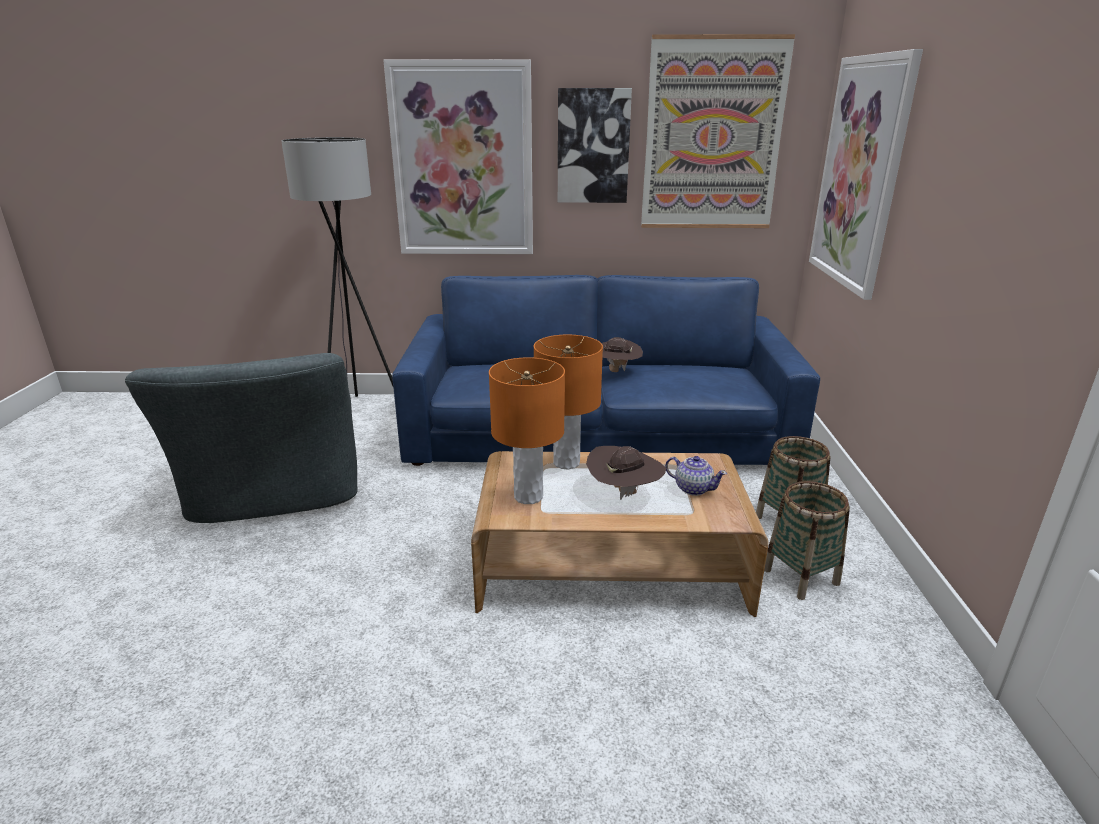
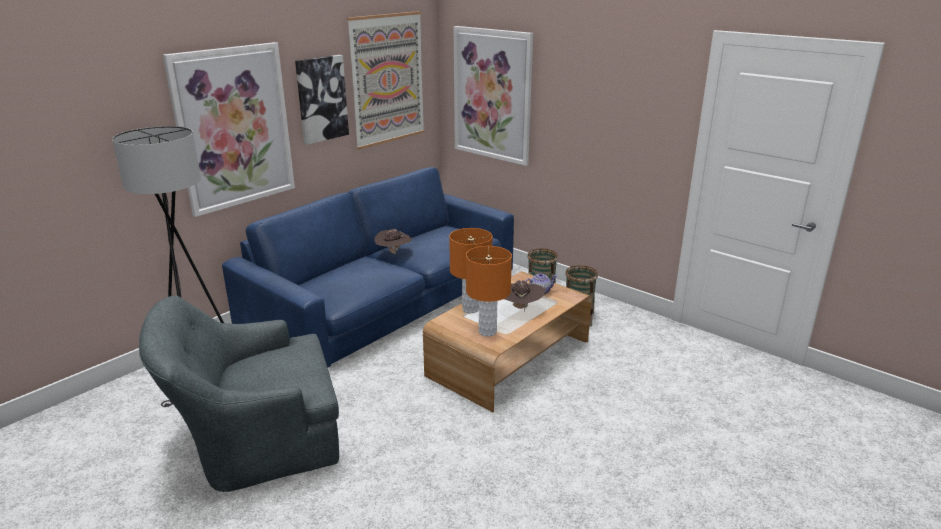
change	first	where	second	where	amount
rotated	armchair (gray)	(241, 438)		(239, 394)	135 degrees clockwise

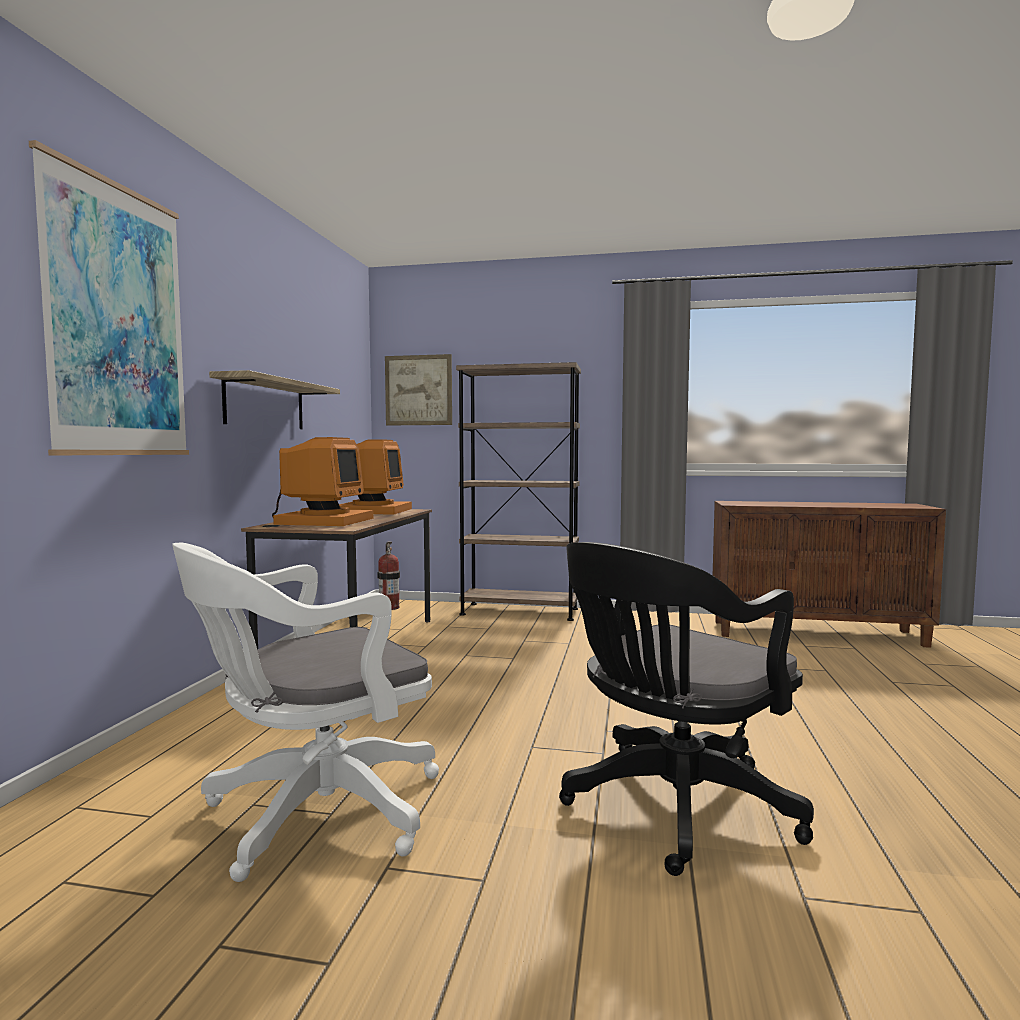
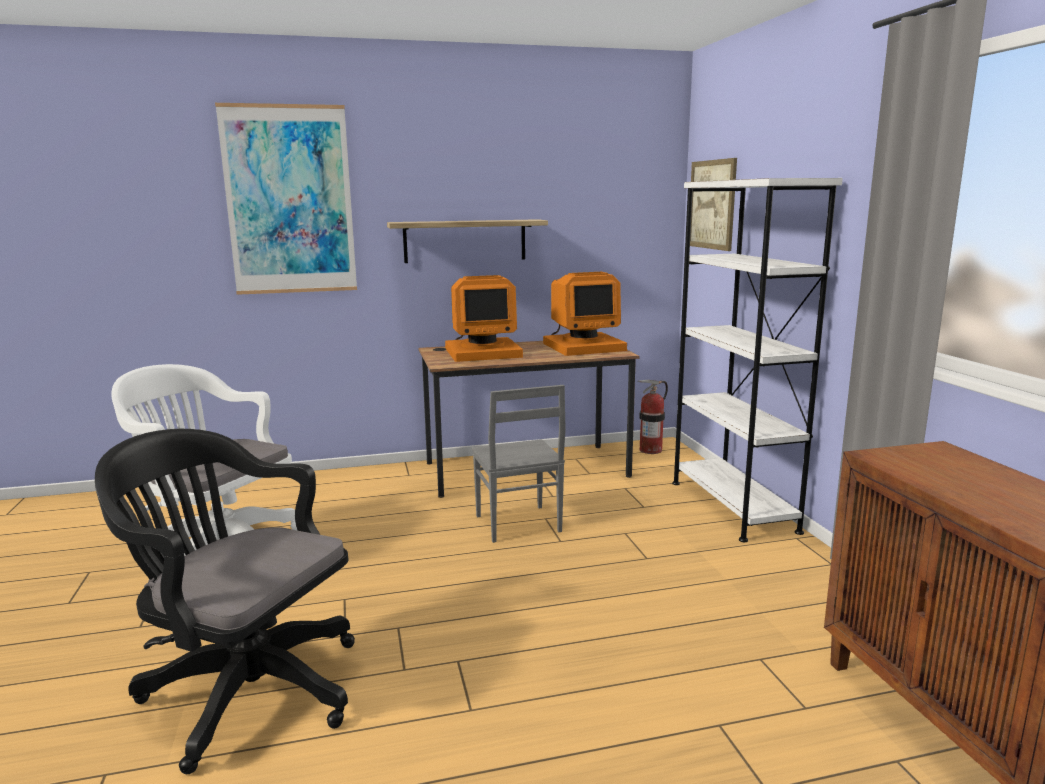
change	first	where	second	where	amount
new			upright chair (gray)	(519, 464)	
repainted	bookshelf (brown)	(518, 491)	bookshelf (white)	(757, 360)	

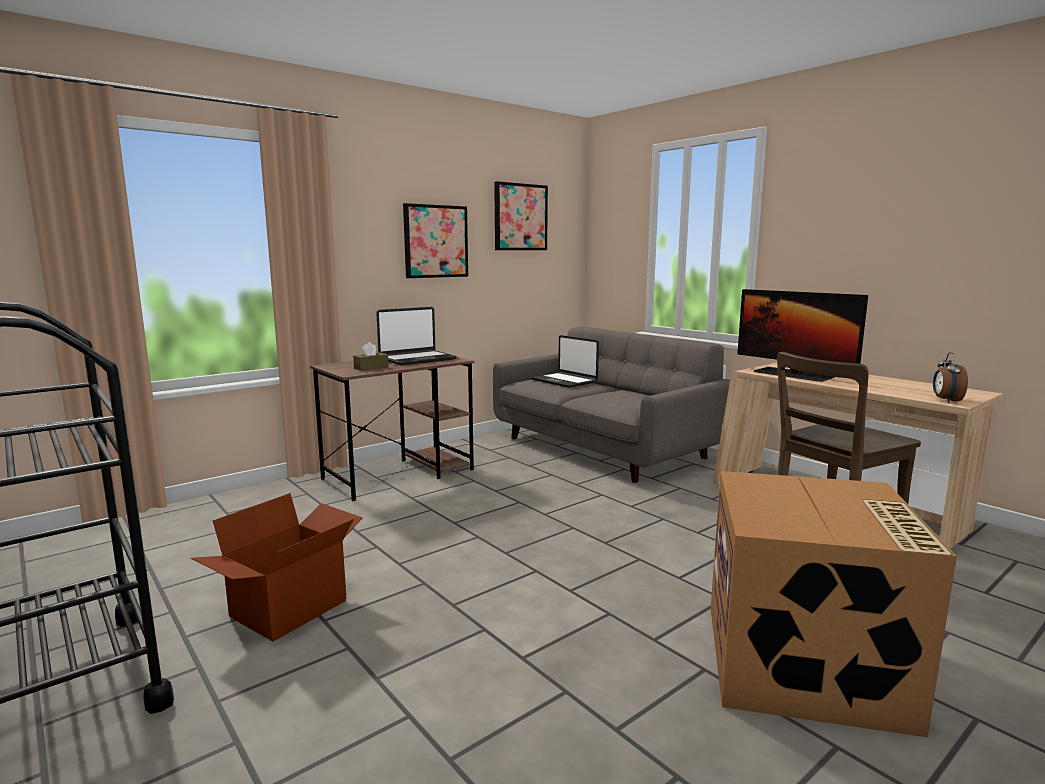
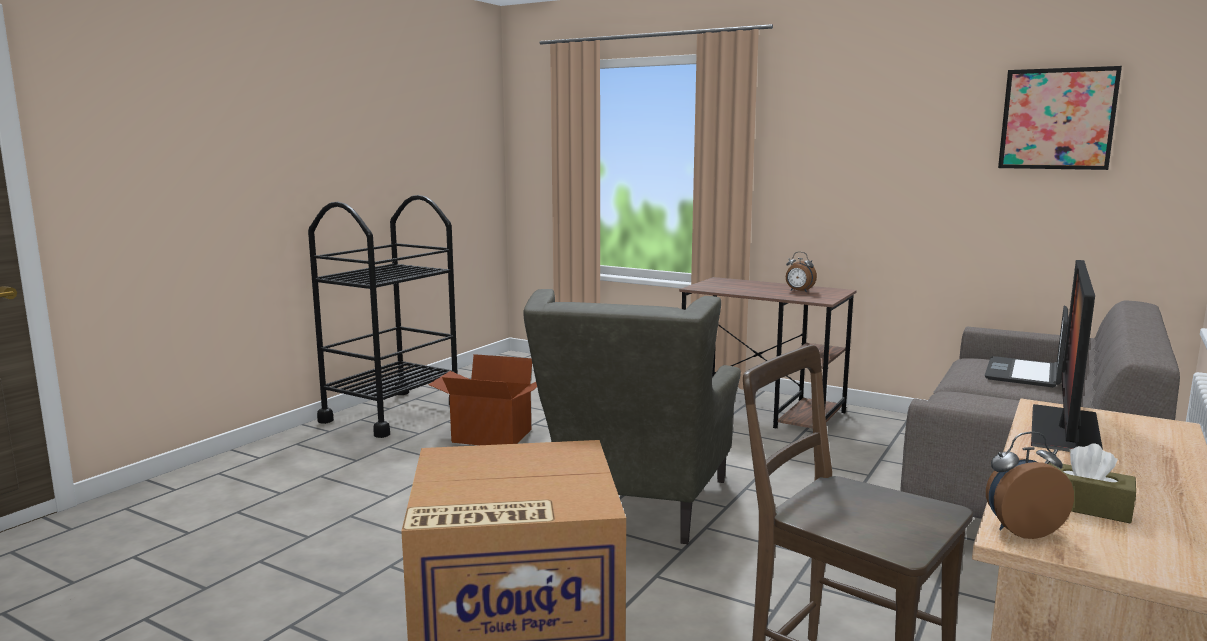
change	first	where	second	where	amount
gone	wall art	(435, 240)			
new			armchair (gray)	(632, 416)	
shifted	box of tissues (brown)	(371, 356)		(1092, 483)	
swapped	portable computer	(416, 336)	alarm clock	(801, 272)	

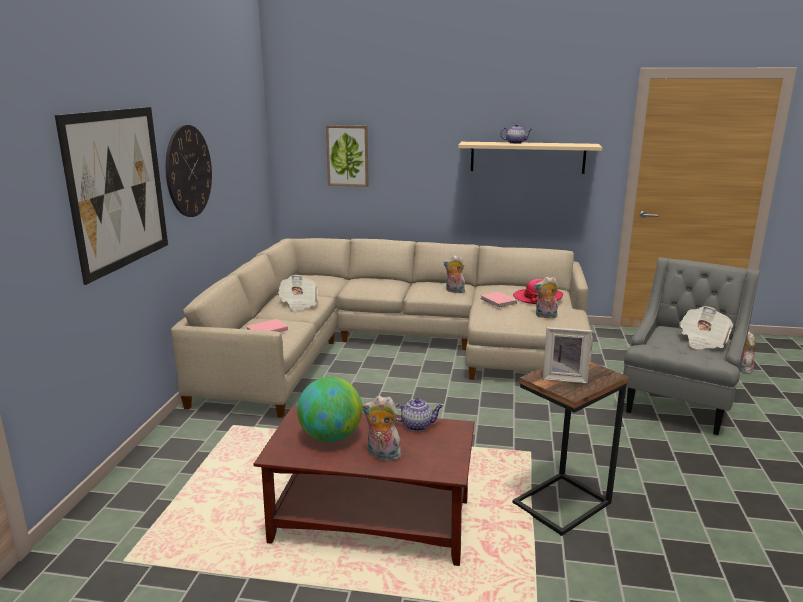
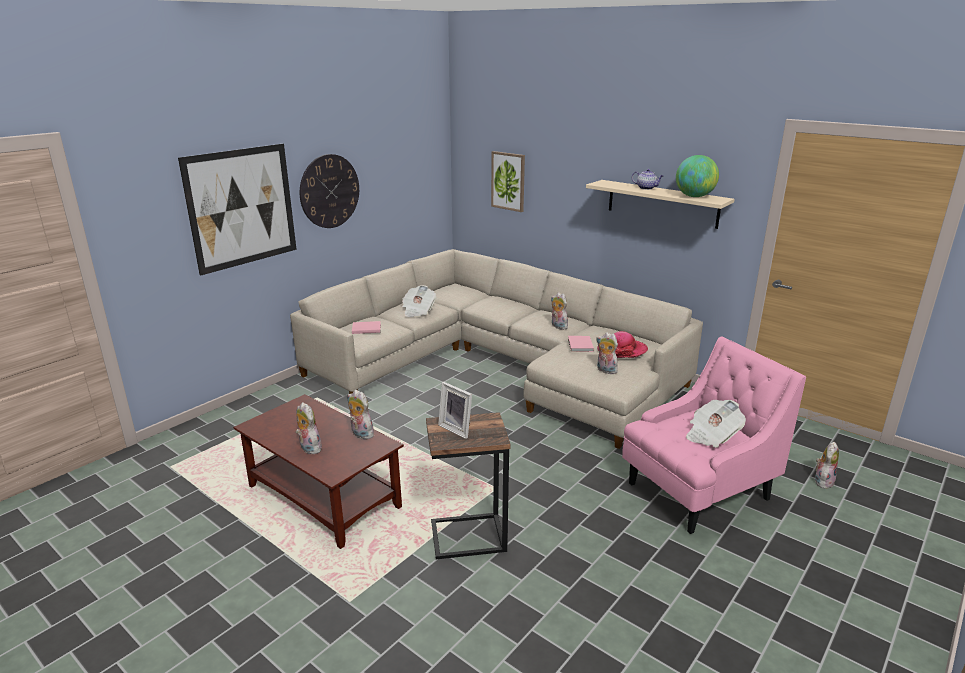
change	first	where	second	where	amount
shifted	desk globe	(329, 409)		(697, 176)	
swapped	teapot	(419, 414)	plush toy	(362, 415)	
repainted	armchair (gray)	(691, 346)	armchair (pink-coloured)	(714, 435)	

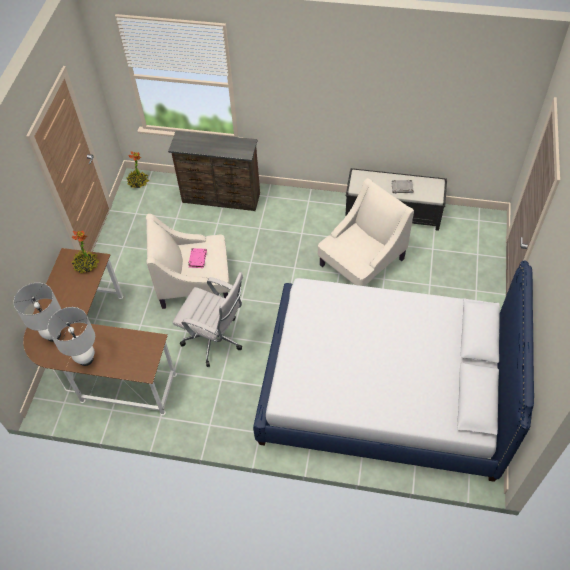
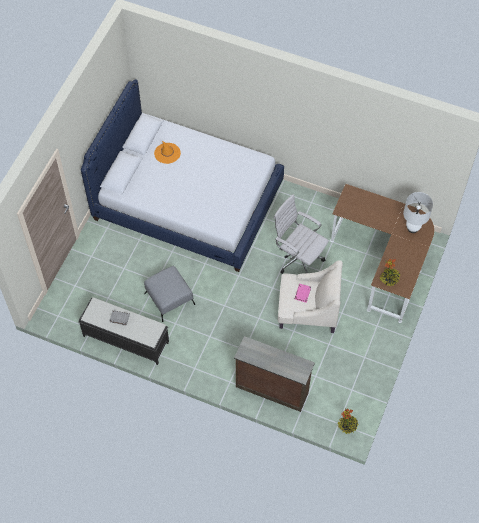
change	first	where	second	where	amount
gone	lamp for a table (white)	(71, 336)			
new			clothing hat (orange)	(167, 152)	
swapped	armchair (beige-coloured)	(366, 232)	pouffe (gray)	(169, 294)	

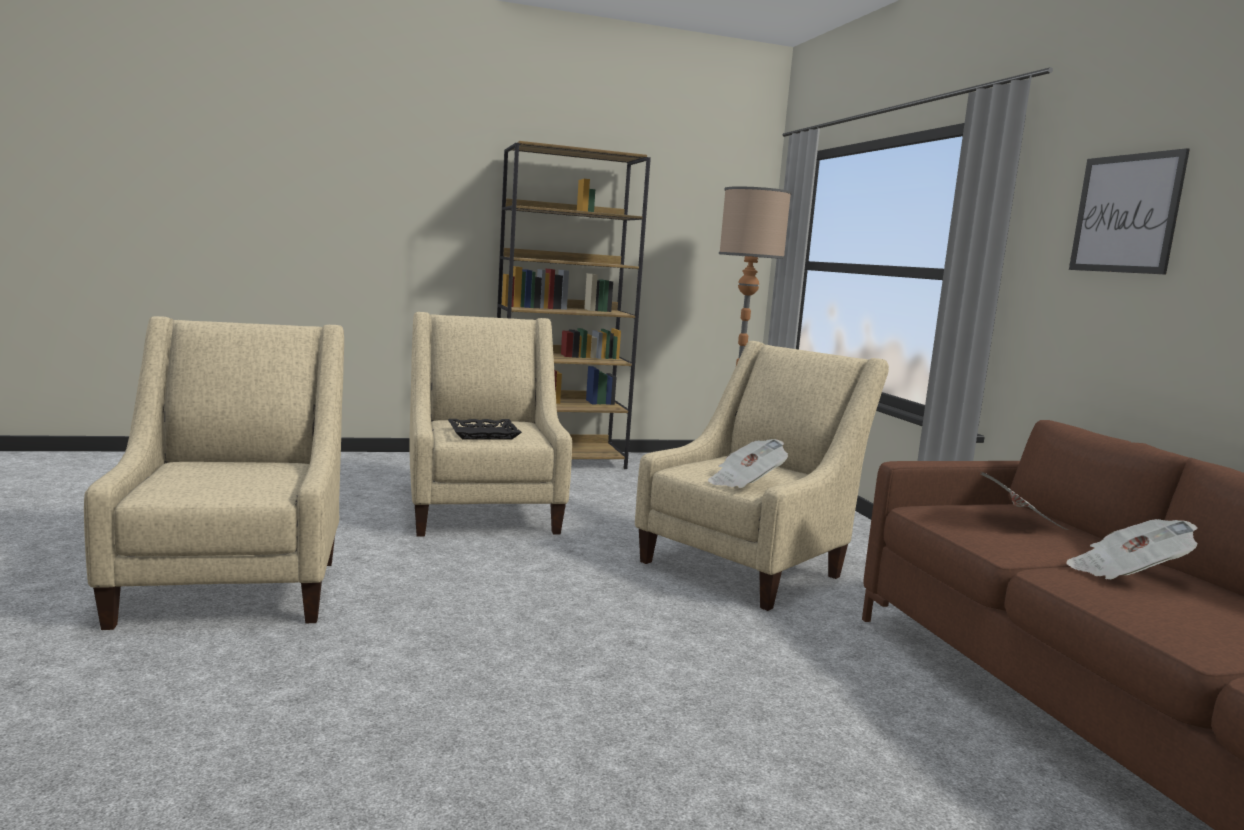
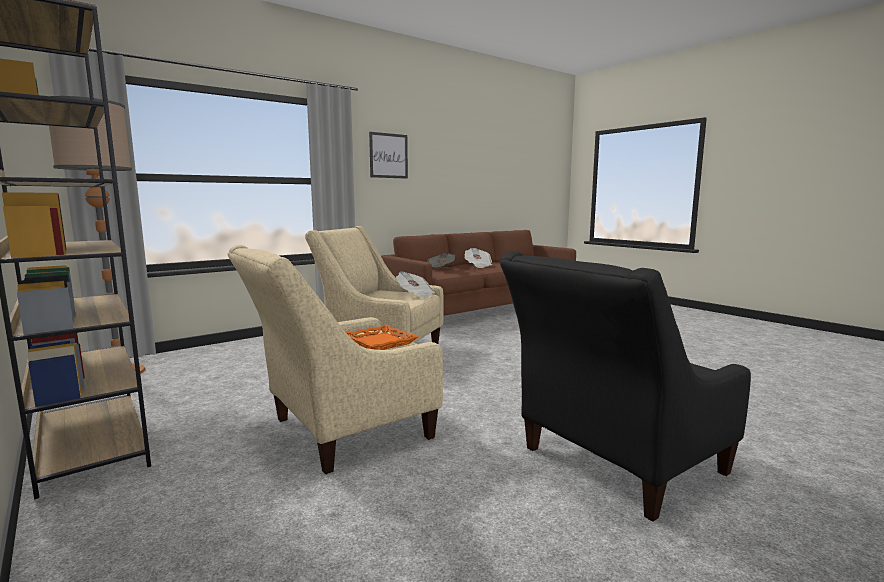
change	first	where	second	where	amount
repainted	armchair (beige-coloured)	(214, 473)	armchair (black-coloured)	(625, 386)	
repainted	serving tray (black-coloured)	(485, 429)	serving tray (orange)	(382, 337)	

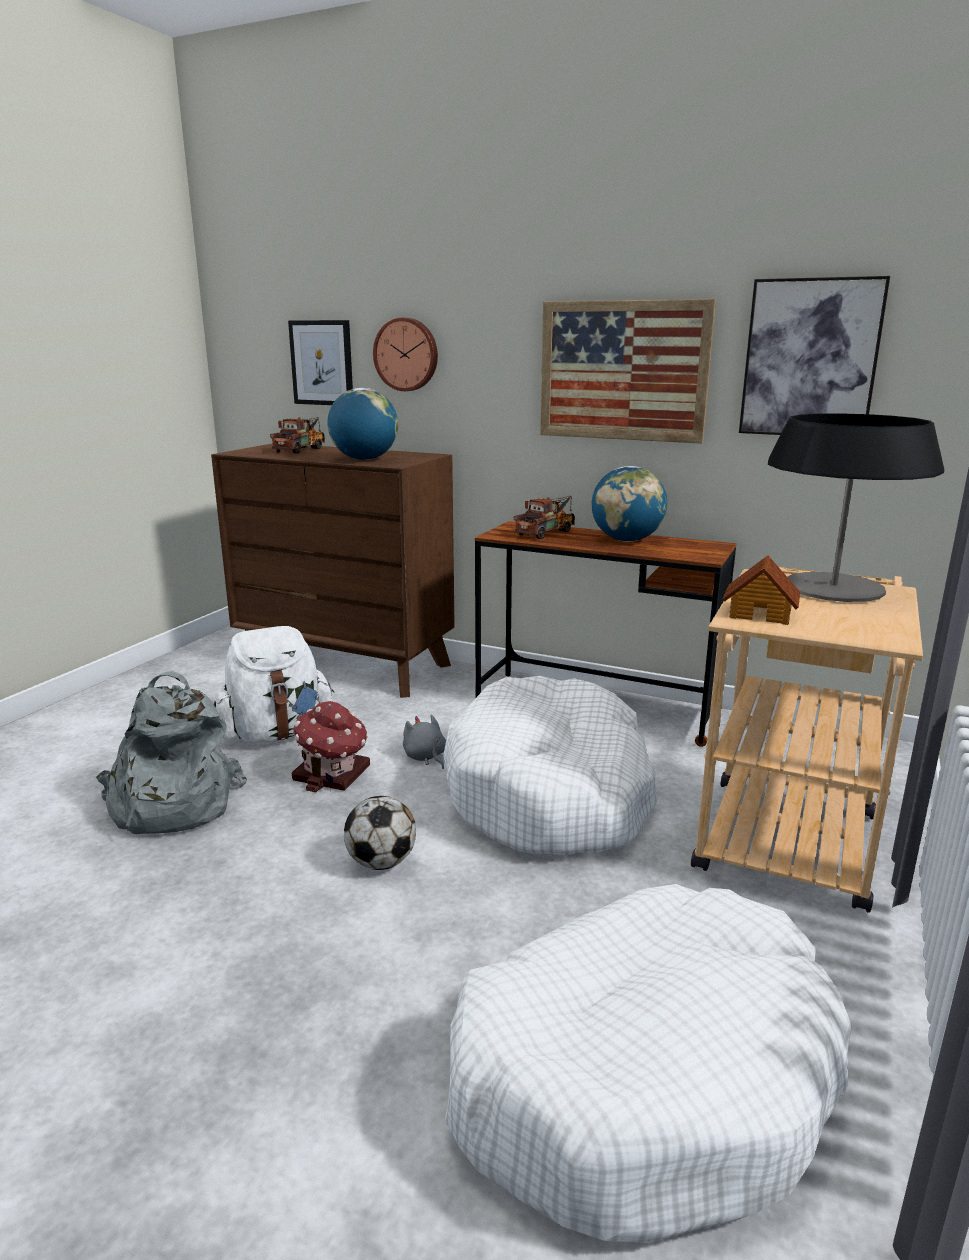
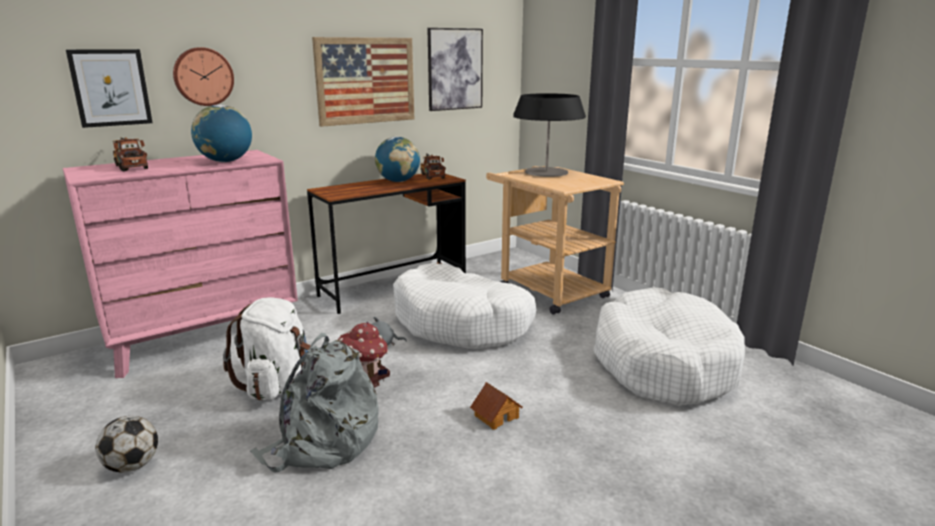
change	first	where	second	where	amount
shifted	football ball	(380, 833)		(126, 444)	
shifted	toy lorry	(544, 517)		(433, 166)	
shifted	model house	(762, 590)		(496, 406)	
repainted	chest of drawers (brown)	(333, 570)	chest of drawers (pink-coloured)	(180, 264)	

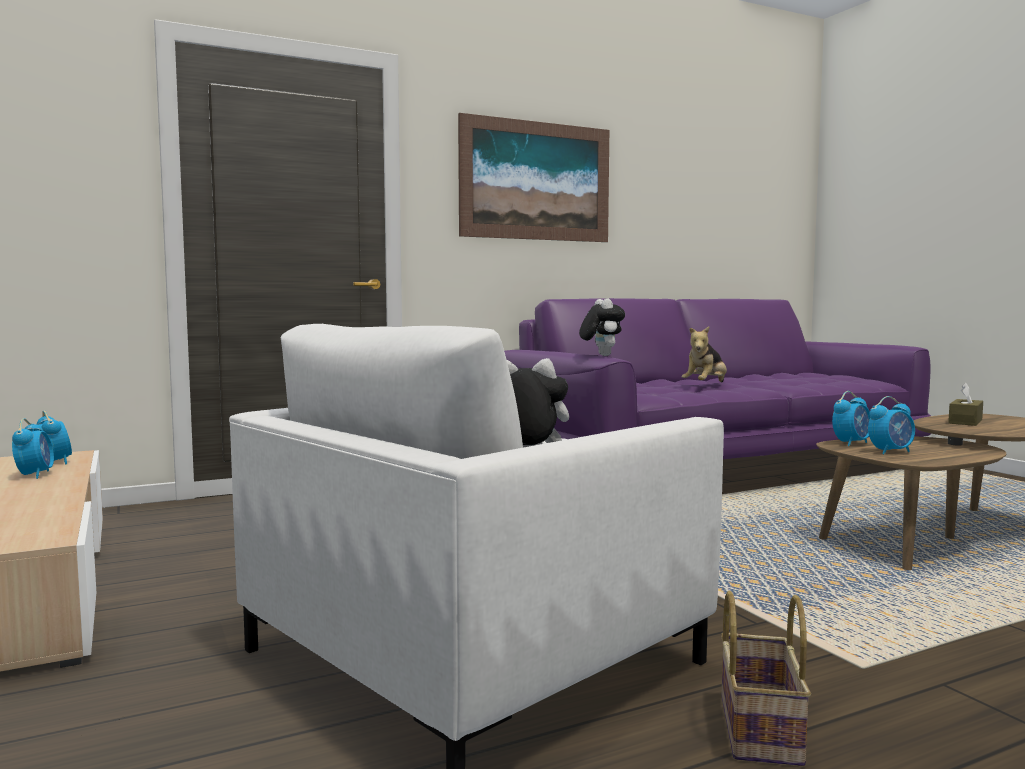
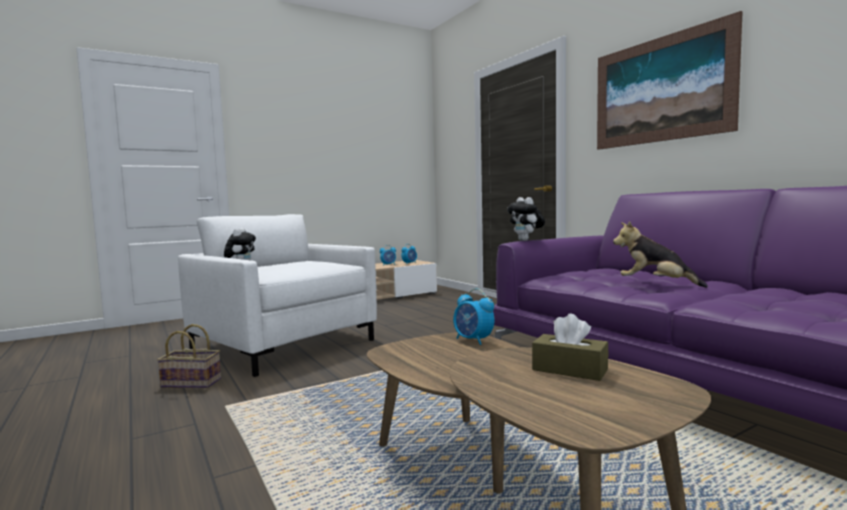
change	first	where	second	where	amount
gone	alarm clock	(891, 425)			
rotated	plush toy	(602, 327)		(526, 219)	90 degrees clockwise

